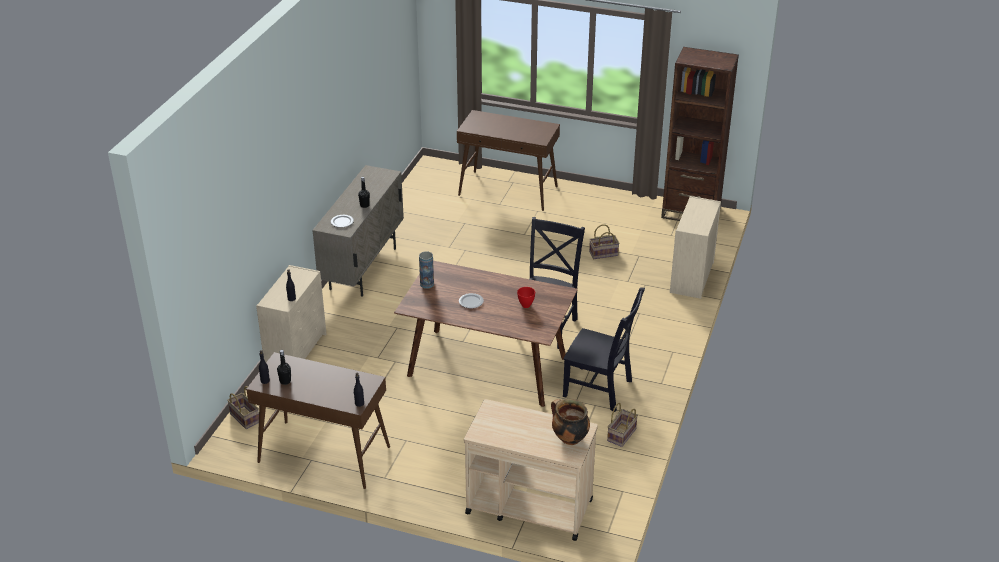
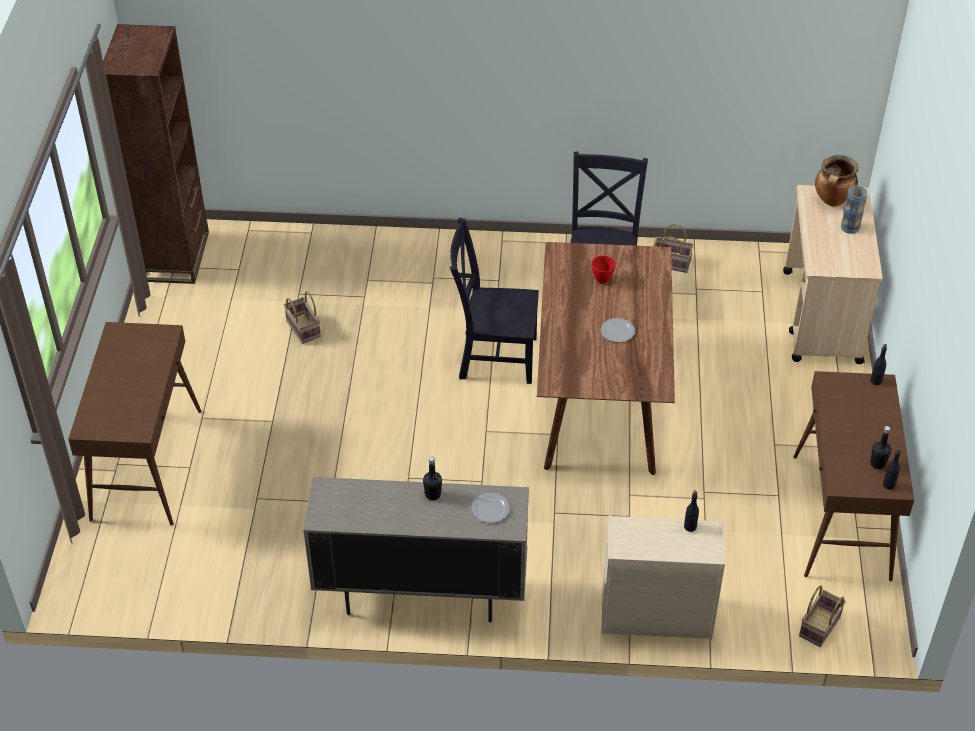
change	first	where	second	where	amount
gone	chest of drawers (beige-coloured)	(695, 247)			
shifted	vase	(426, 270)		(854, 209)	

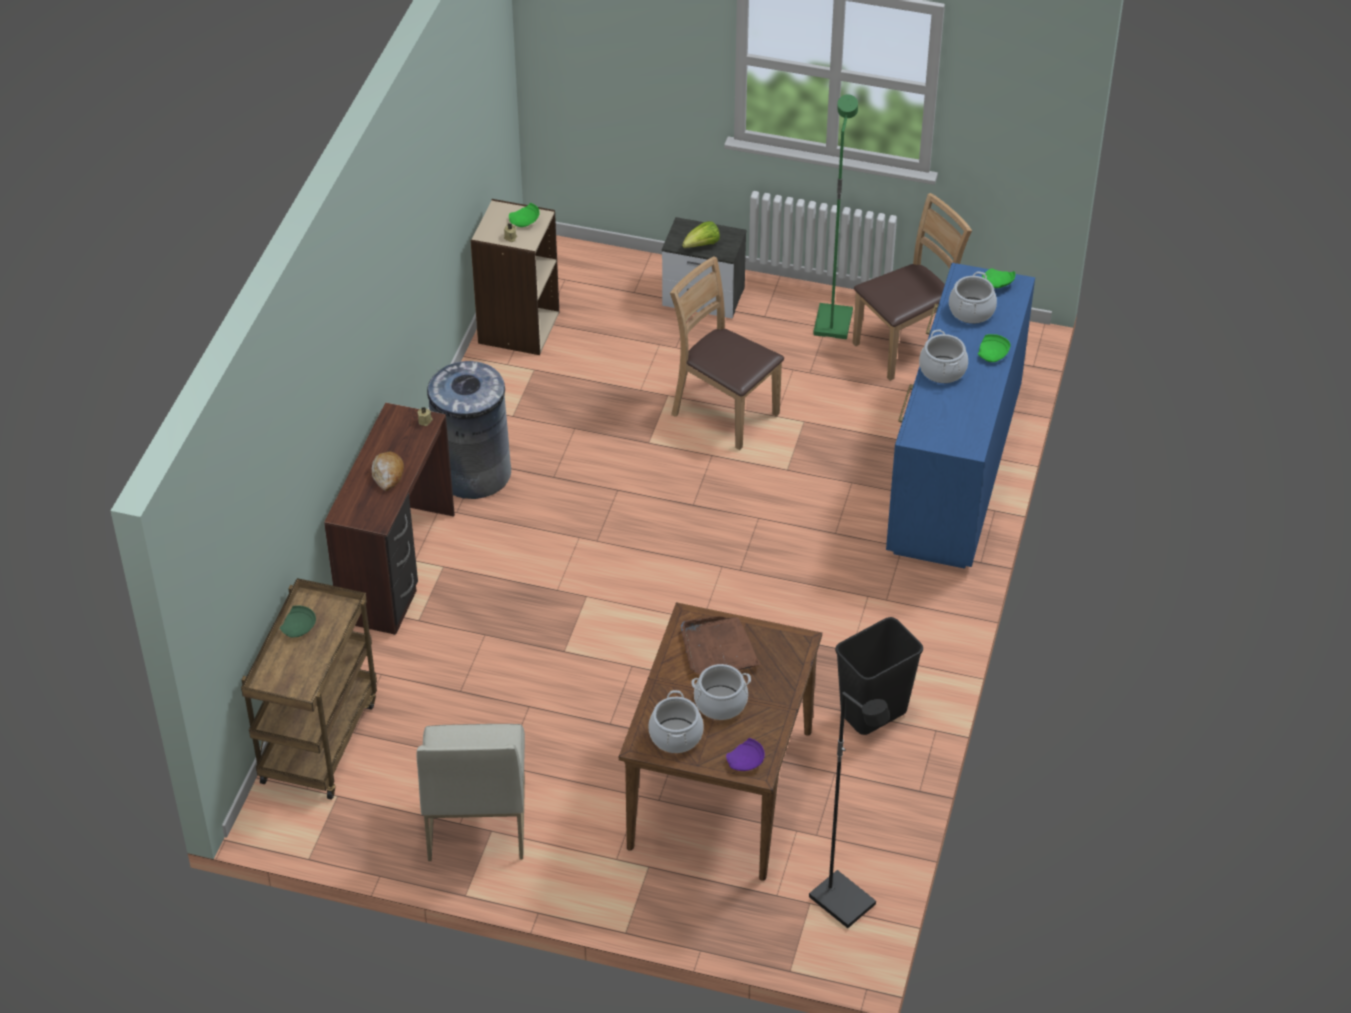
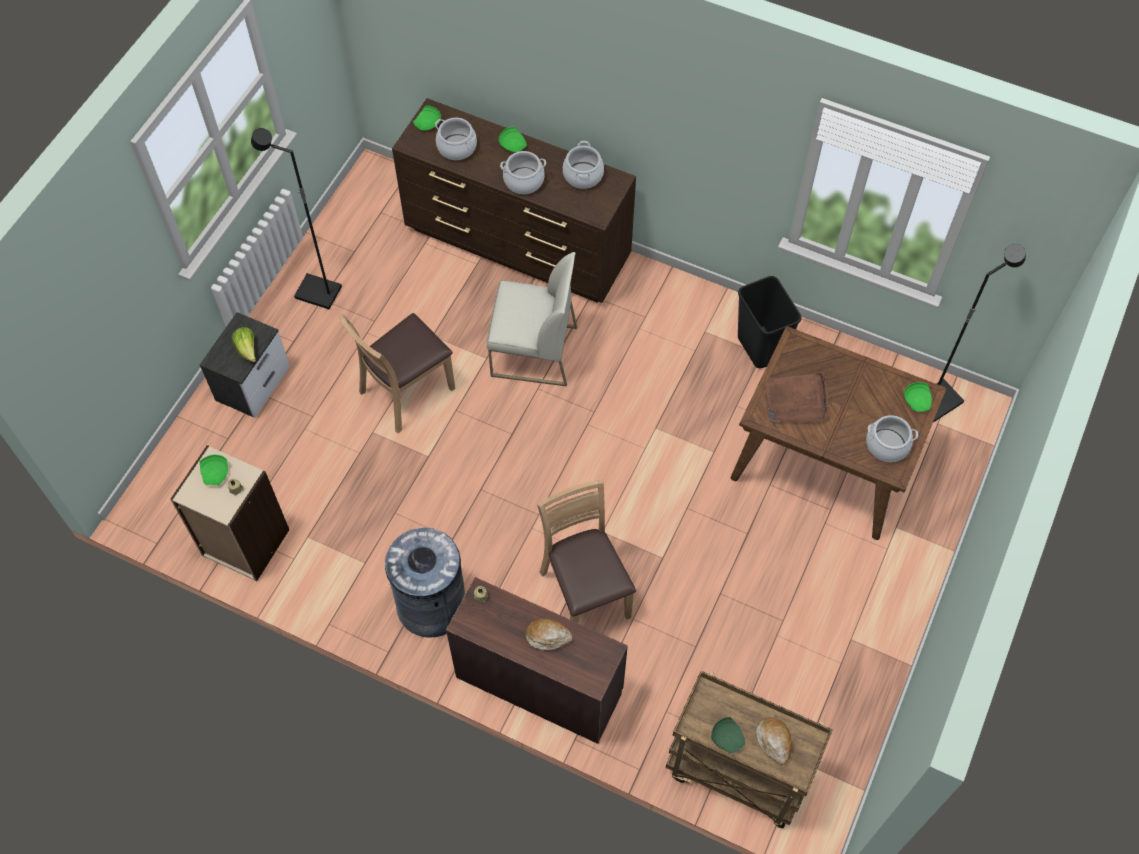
change	first	where	second	where	amount
new			baked bread	(774, 741)	
shifted	upright chair (white)	(471, 792)		(532, 319)	
shifted	stockpot	(721, 692)		(583, 165)	
shifted	upright chair (brown)	(912, 287)		(586, 551)	
repainted	flat dish (purple-coloured)	(745, 754)	flat dish (greenish)	(918, 397)	
repainted	floor lamp (greenish)	(835, 216)	floor lamp (black-coloured)	(296, 218)	
repainted	chest of drawers (blue)	(960, 416)	chest of drawers (brown)	(514, 200)	

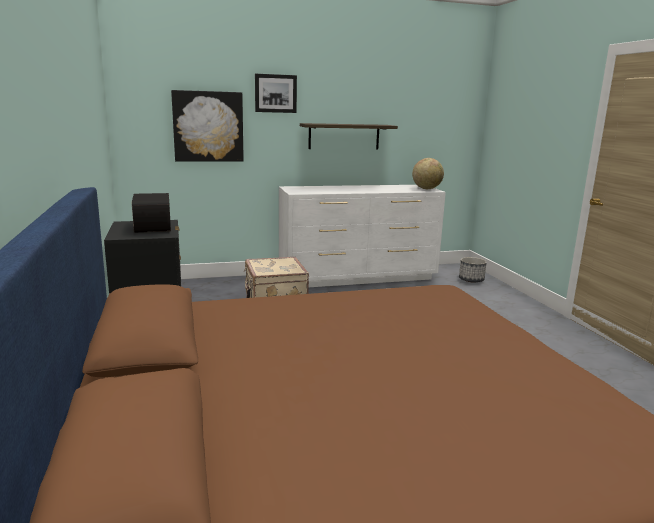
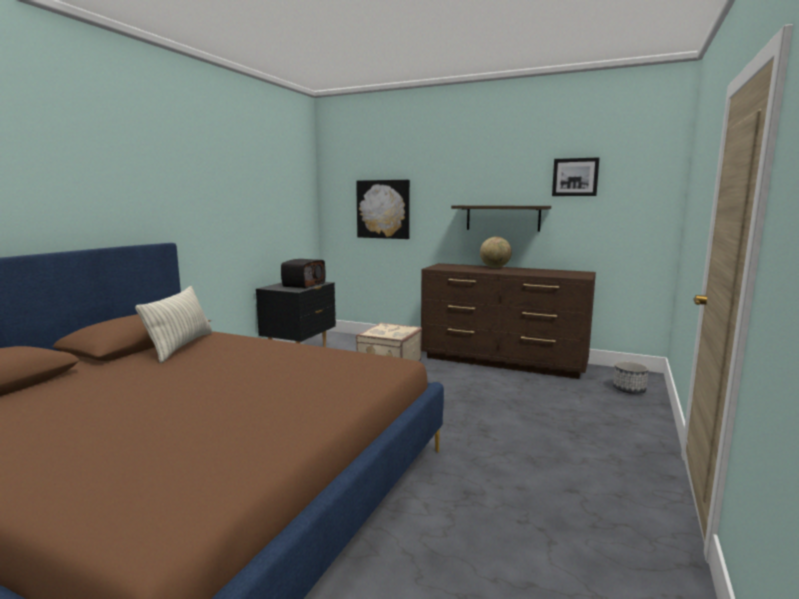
change	first	where	second	where	amount
new			throw pillow	(173, 324)	
shifted	wall art	(276, 93)		(575, 176)	
shifted	desk globe	(428, 173)		(496, 252)	
repainted	chest of drawers (white)	(362, 236)	chest of drawers (brown)	(508, 321)	

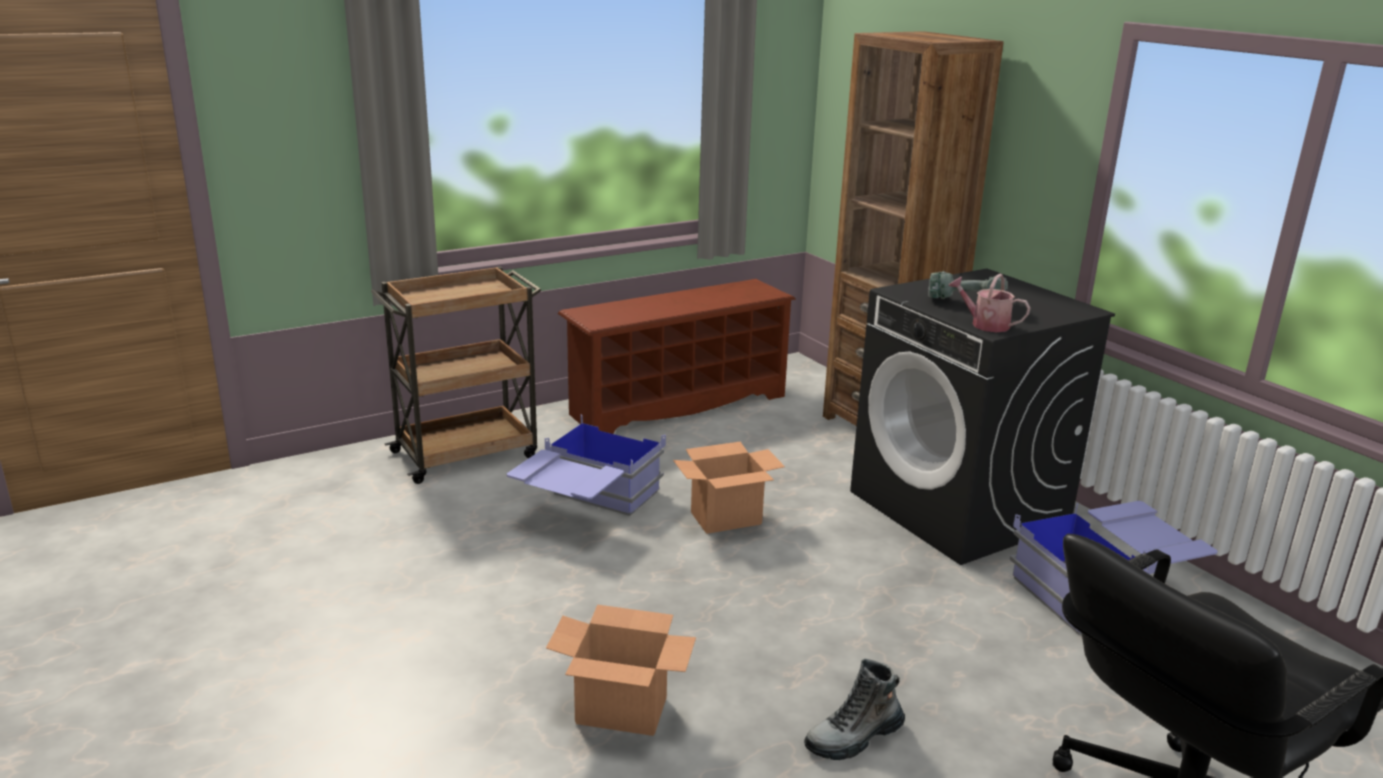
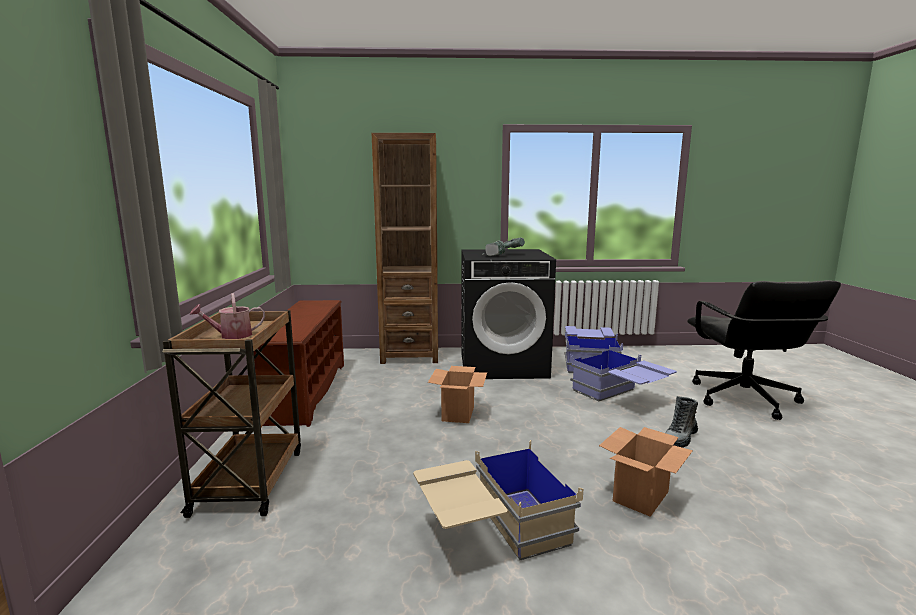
change	first	where	second	where	amount
new			storage box (beige-coloured)	(498, 500)	
shifted	storage box (blue)	(586, 465)		(623, 373)	
shifted	watering pot	(989, 303)		(227, 316)	
rotated	boot	(854, 709)		(681, 422)	45 degrees clockwise

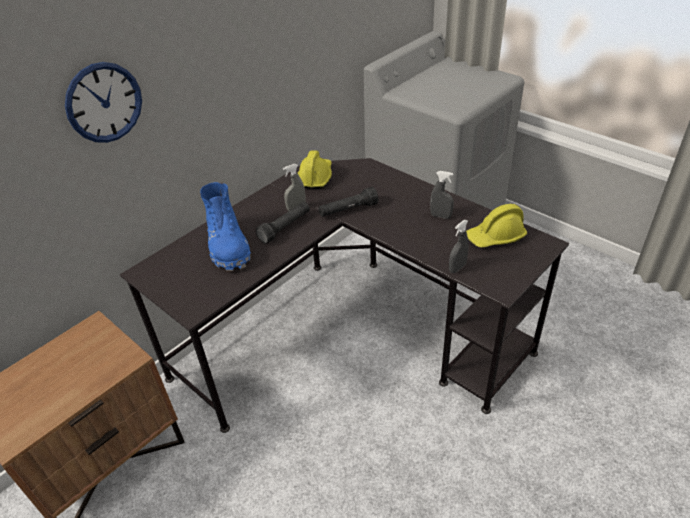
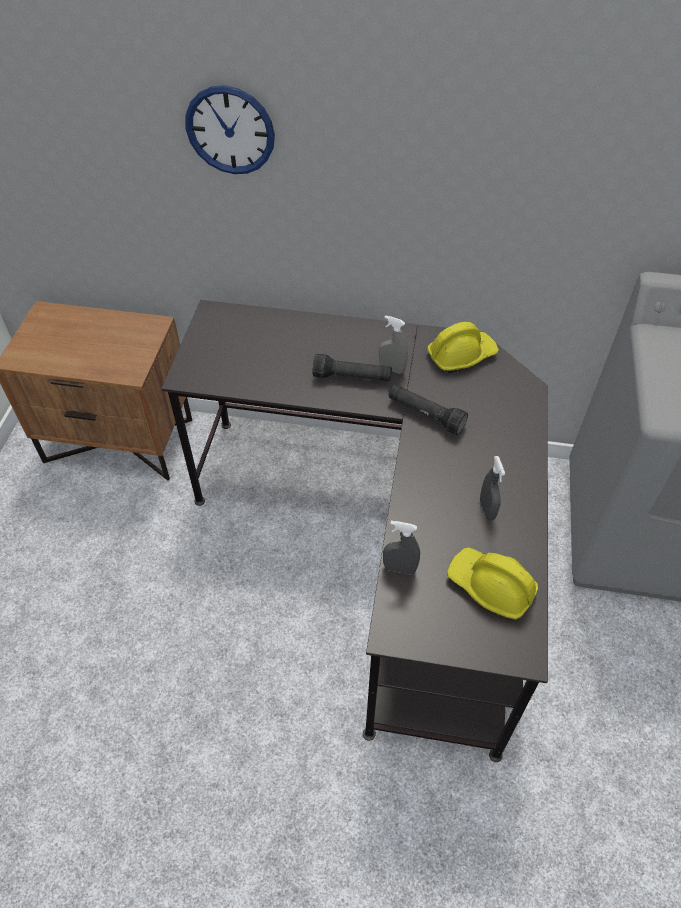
change	first	where	second	where	amount
gone	boot (blue)	(225, 226)			

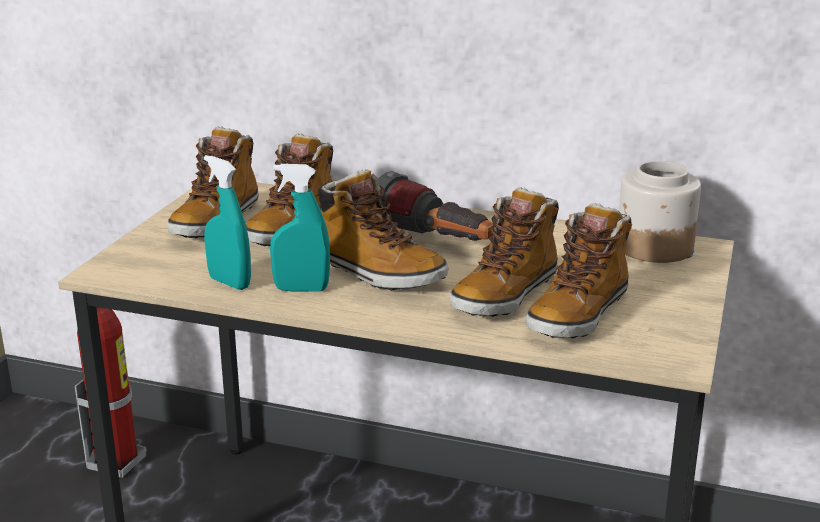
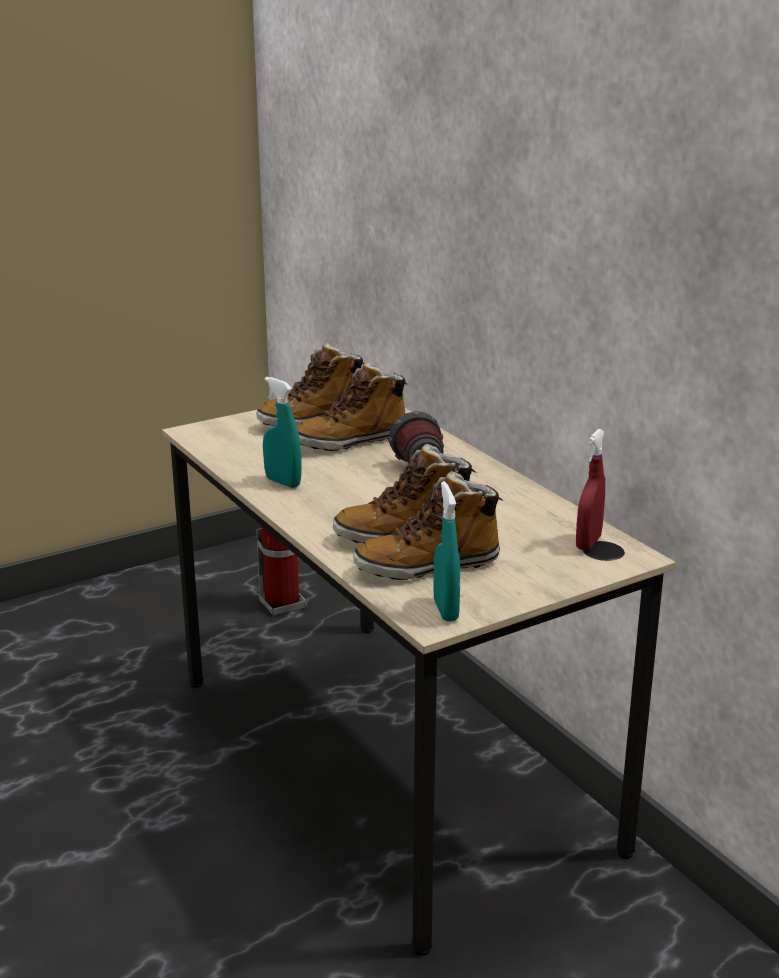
change	first	where	second	where	amount
gone	boot	(382, 230)			
shifted	spray bottle (turquoise-coloured)	(227, 222)		(446, 551)	
swapped	storage jar	(660, 212)	spray bottle (red-coloured)	(590, 489)	

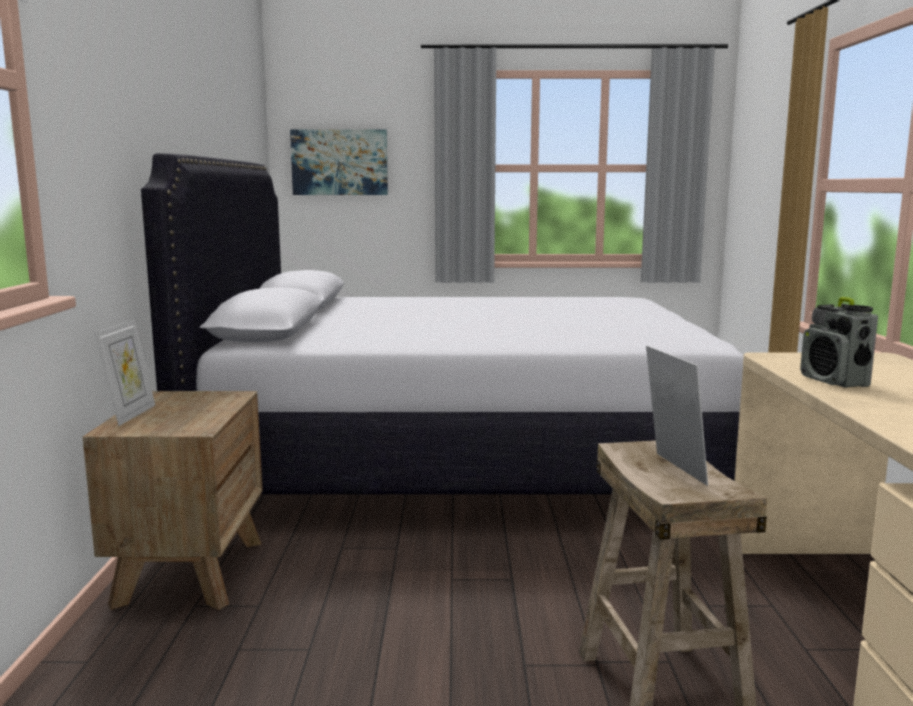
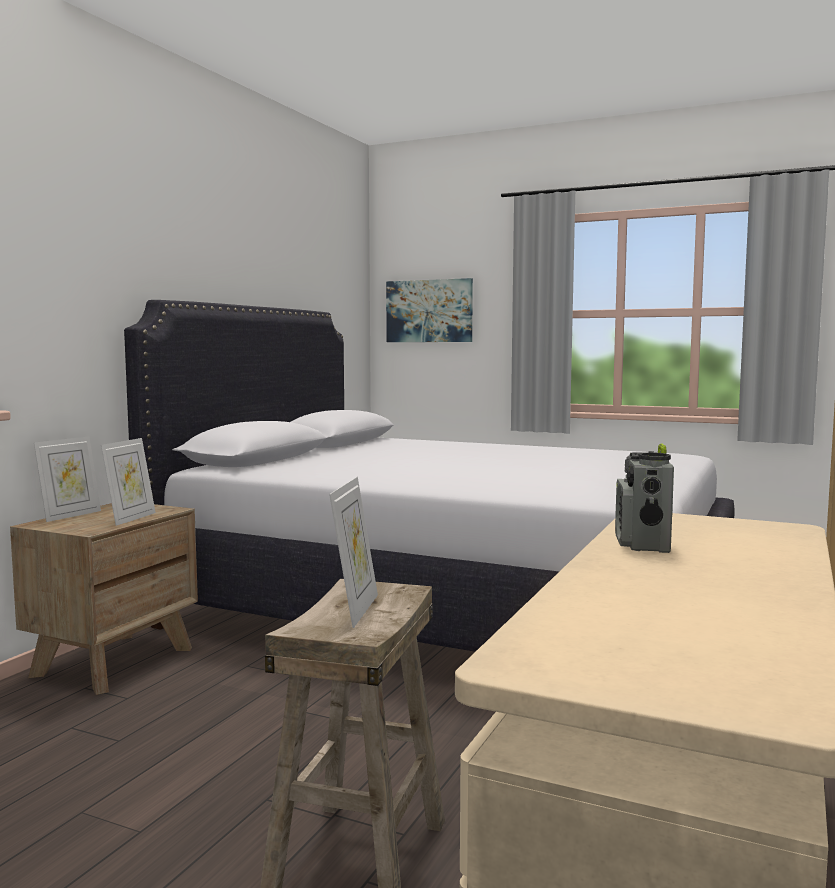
change	first	where	second	where	amount
new			picture frame	(128, 482)	

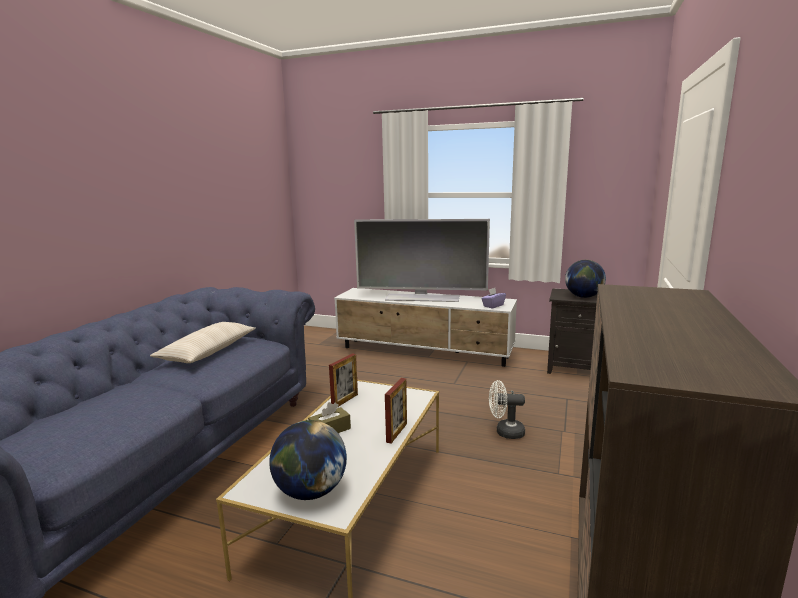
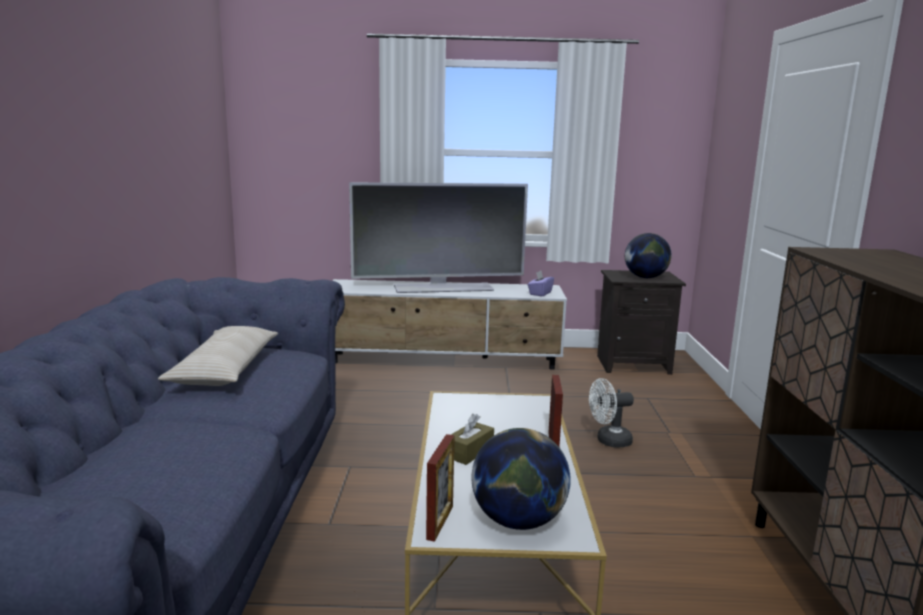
change	first	where	second	where	amount
shifted	picture frame	(343, 380)		(440, 488)	

